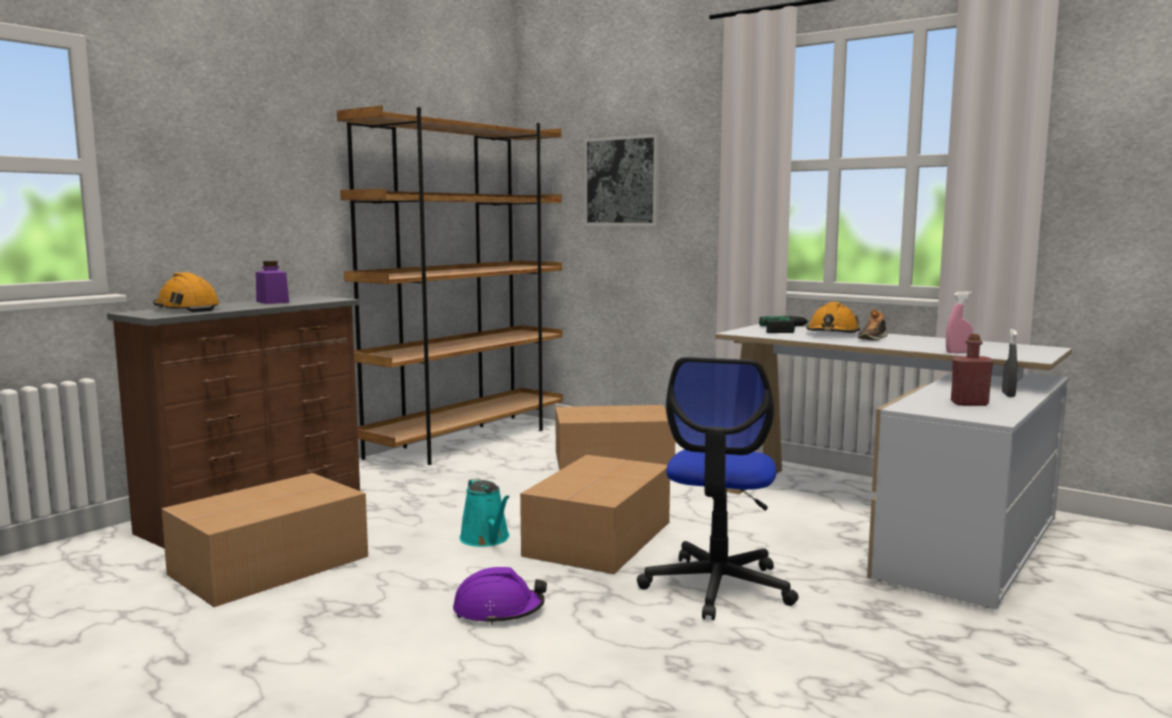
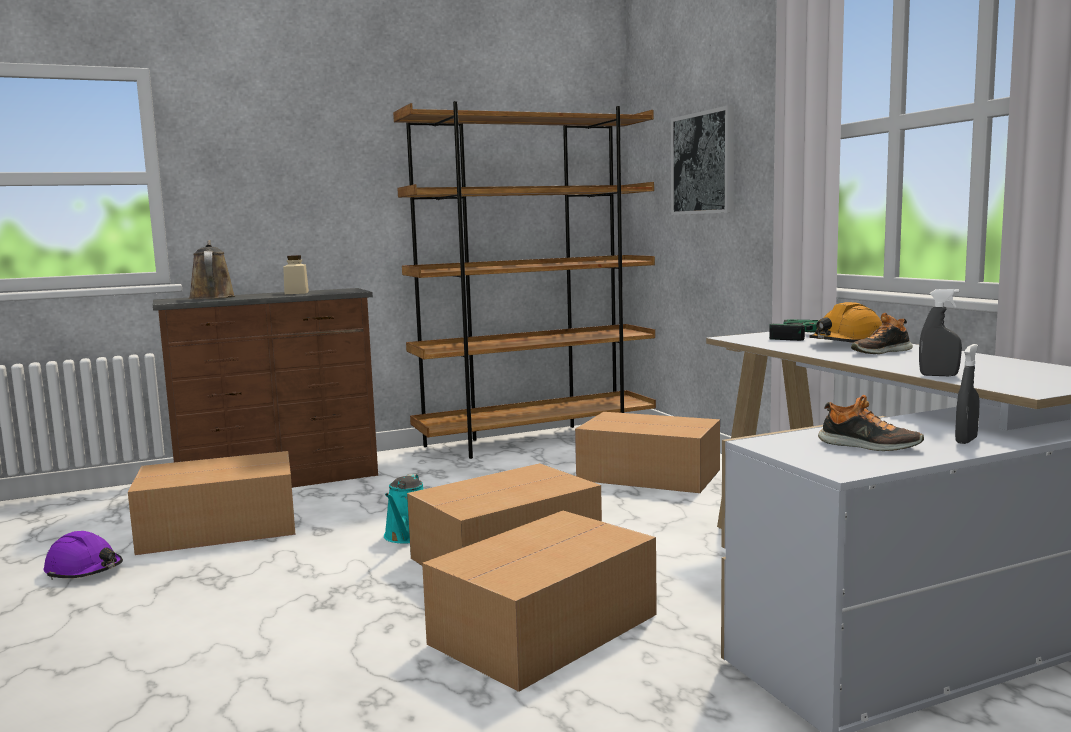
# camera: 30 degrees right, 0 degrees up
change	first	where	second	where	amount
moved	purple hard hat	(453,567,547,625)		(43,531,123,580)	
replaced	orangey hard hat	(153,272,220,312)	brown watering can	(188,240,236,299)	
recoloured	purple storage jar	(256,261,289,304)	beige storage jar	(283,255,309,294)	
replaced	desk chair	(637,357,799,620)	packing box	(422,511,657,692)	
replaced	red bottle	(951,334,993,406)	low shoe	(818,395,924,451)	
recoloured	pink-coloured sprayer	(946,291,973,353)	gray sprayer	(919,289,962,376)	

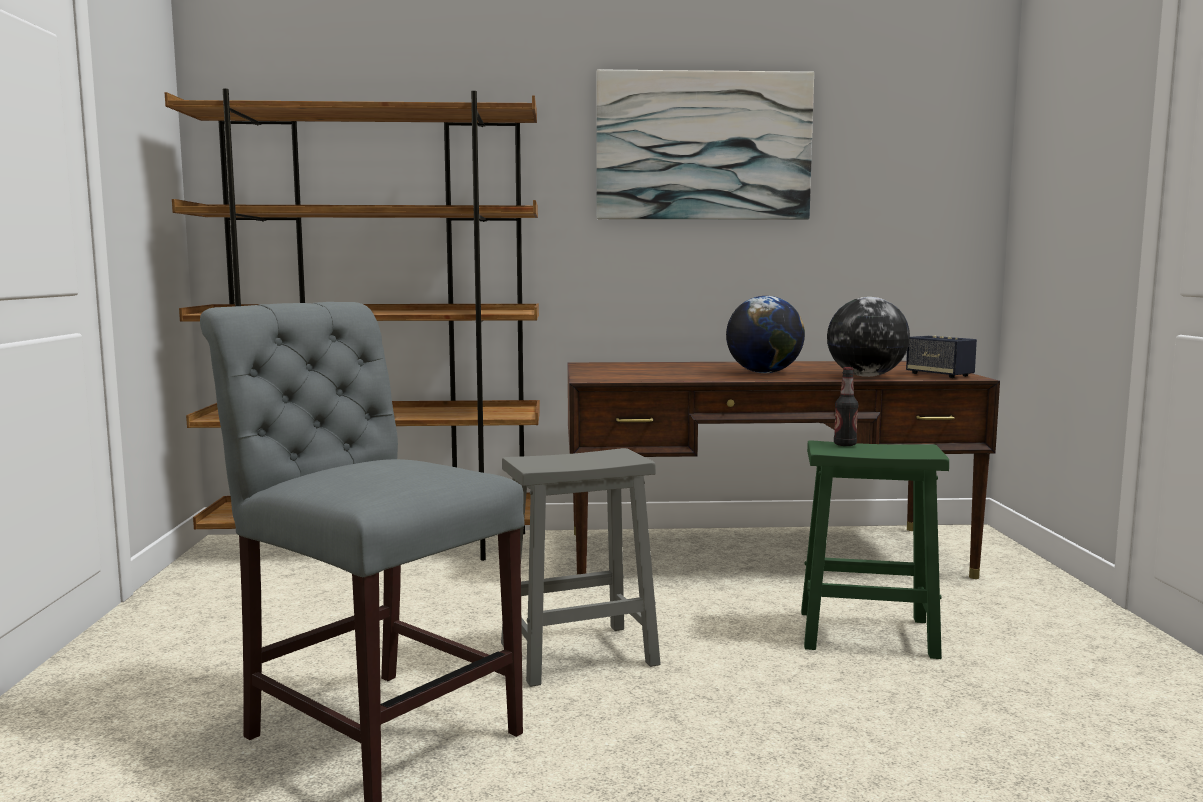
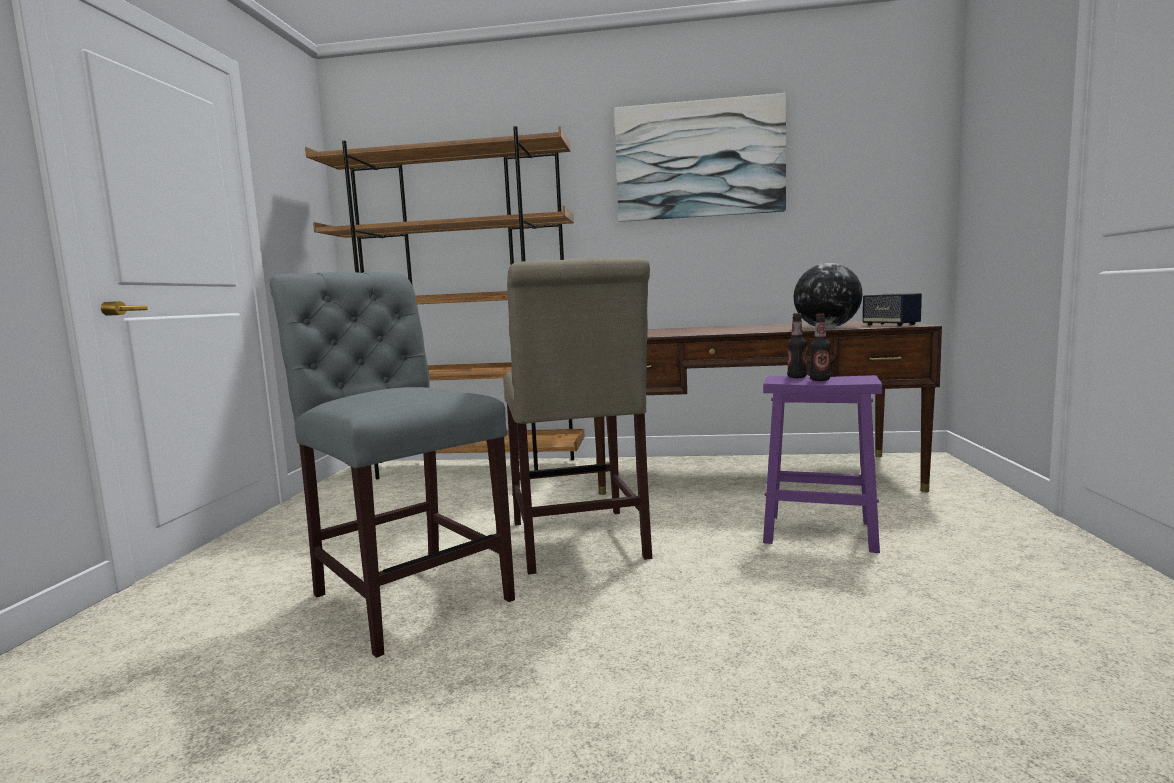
# camera: 10 degrees right, 0 degrees up
change	first	where	second	where	amount
replaced	gray stool	(501,448,661,687)	beige chair	(503,258,652,575)	
recoloured	green-coloured stool	(801,440,949,659)	purple stool	(763,375,882,553)	
added			bottle	(810,314,831,381)	
removed	desk globe	(726,296,805,373)			

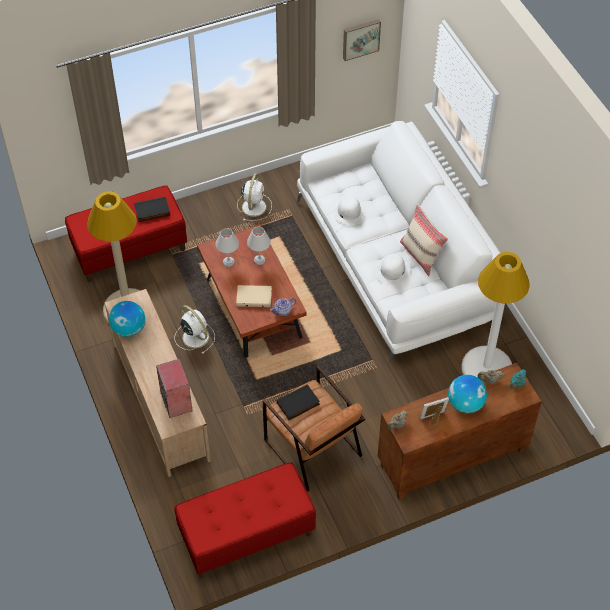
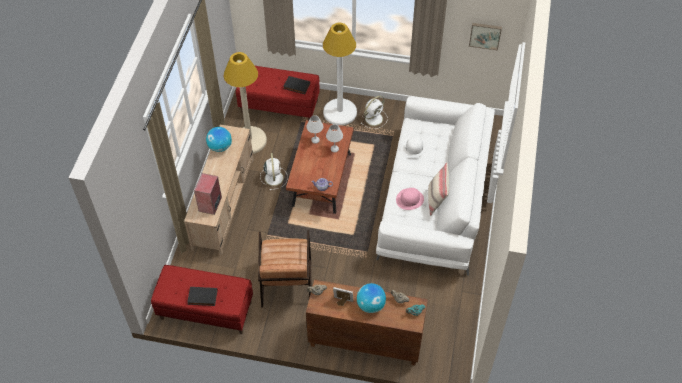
# camera: 35 degrees right, 0 degrees up
change	first	where	second	where	amount
moved	black-coloured volume	(276,384,320,420)		(187,287,218,306)	
moved	whitish standing lamp	(461,252,530,377)		(323,23,357,125)	
recoloured	whitish clothing hat	(375,254,411,286)	pink-coloured clothing hat	(396,188,424,210)	
removed	beige volume	(236,285,272,307)			

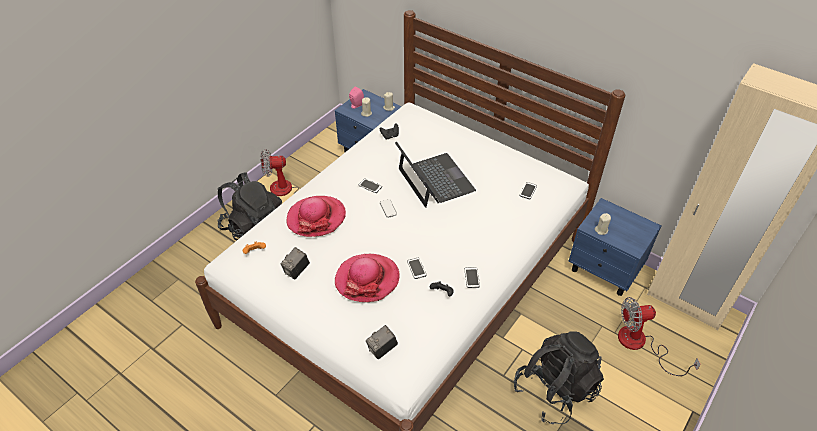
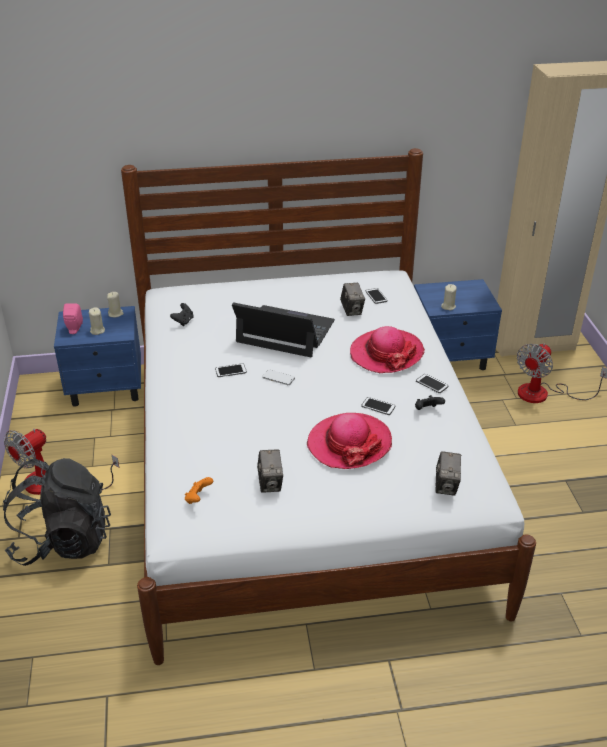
# camera: 45 degrees left, 10 degrees down
change	first	where	second	where	amount
added			still camera	(340,283,365,316)	
moved	clothing hat	(286,196,346,237)		(350,326,425,373)	
removed	black-coloured rucksack	(514,332,604,424)			

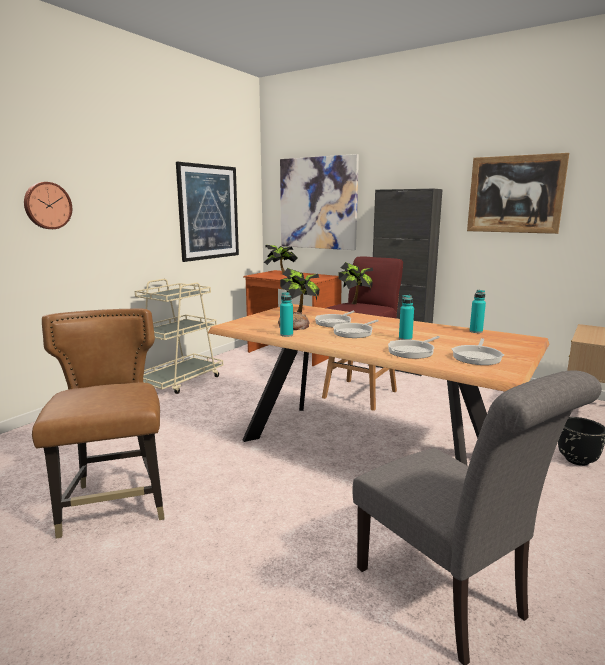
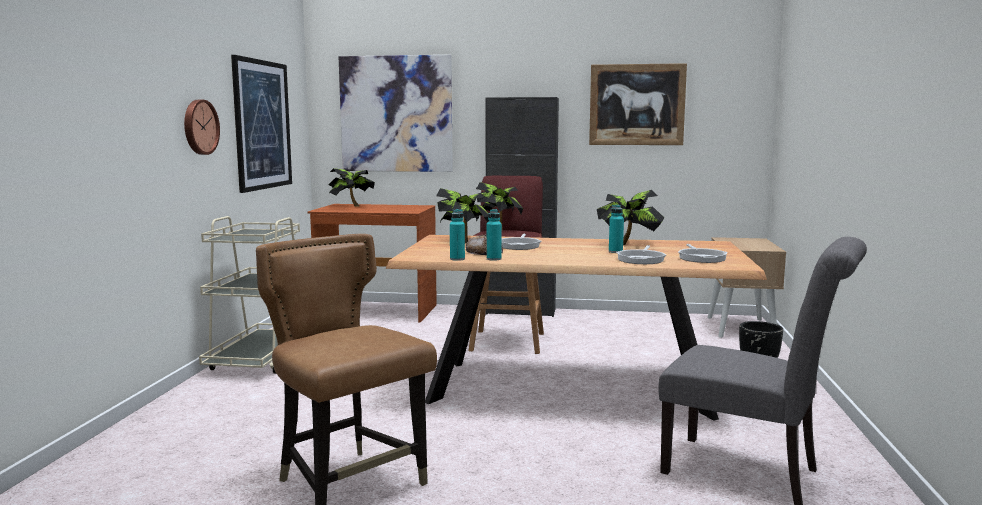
# camera: 25 degrees left, 5 degrees down
change	first	where	second	where	amount
moved	clock on the wall	(24,182,72,229)		(184,100,220,155)	
moved	blue-green bottle	(470,290,486,333)		(450,209,465,261)	
added			houseplant	(597,190,664,245)	
removed	pan	(333,320,379,338)			

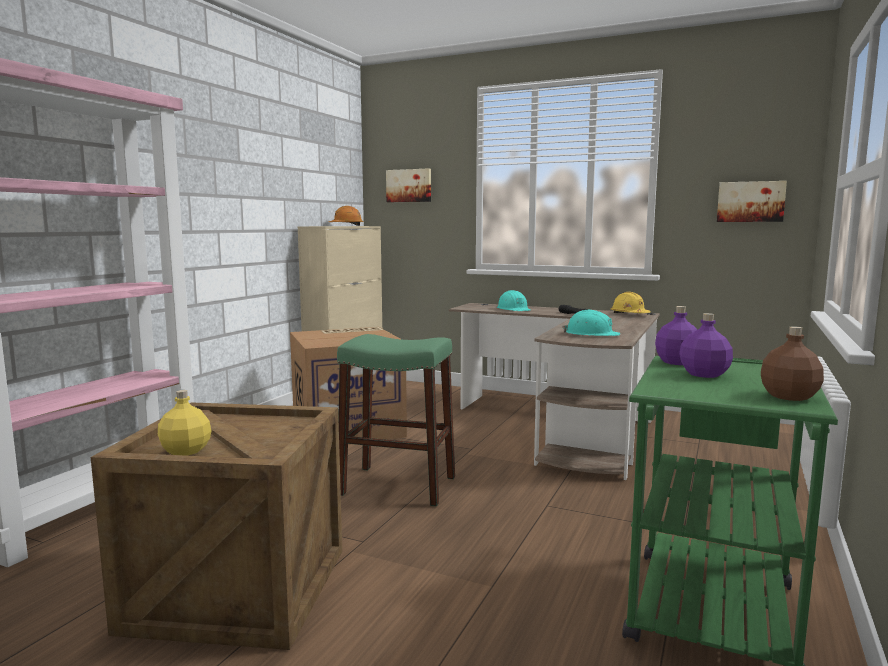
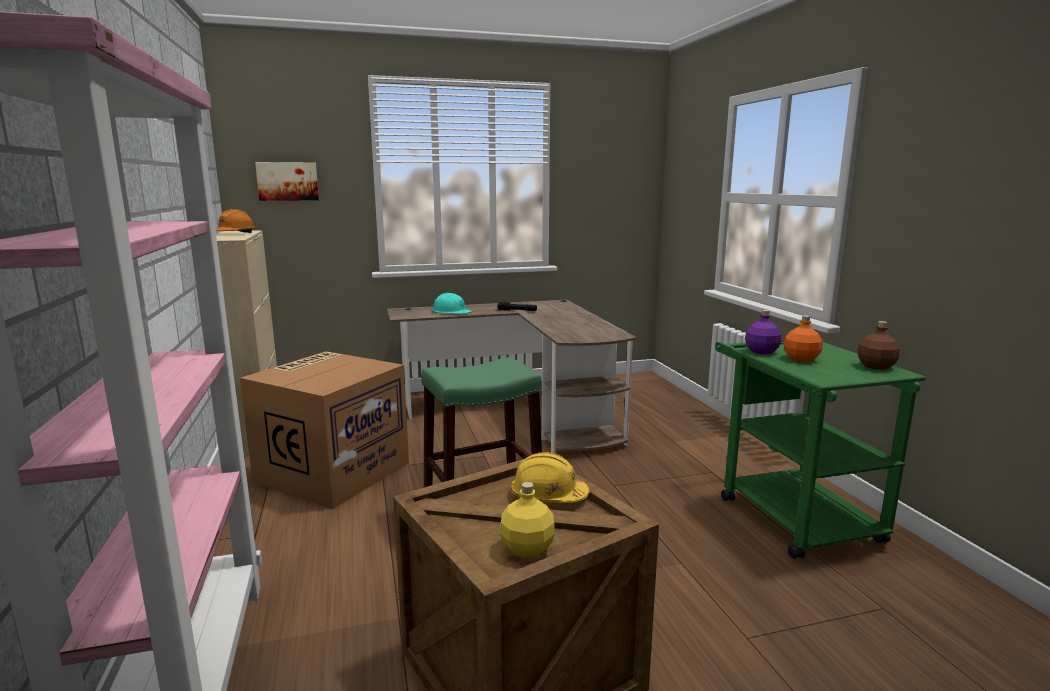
# camera: 40 degrees left, 5 degrees up
change	first	where	second	where	amount
moved	yellow-coloured hard hat	(611,292,650,313)		(510,452,589,503)	
recoloured	purple bottle	(679,313,733,378)	orangey bottle	(783,315,823,362)	
removed	blue-green hard hat	(563,310,621,336)			
removed	picture	(717,181,787,222)			

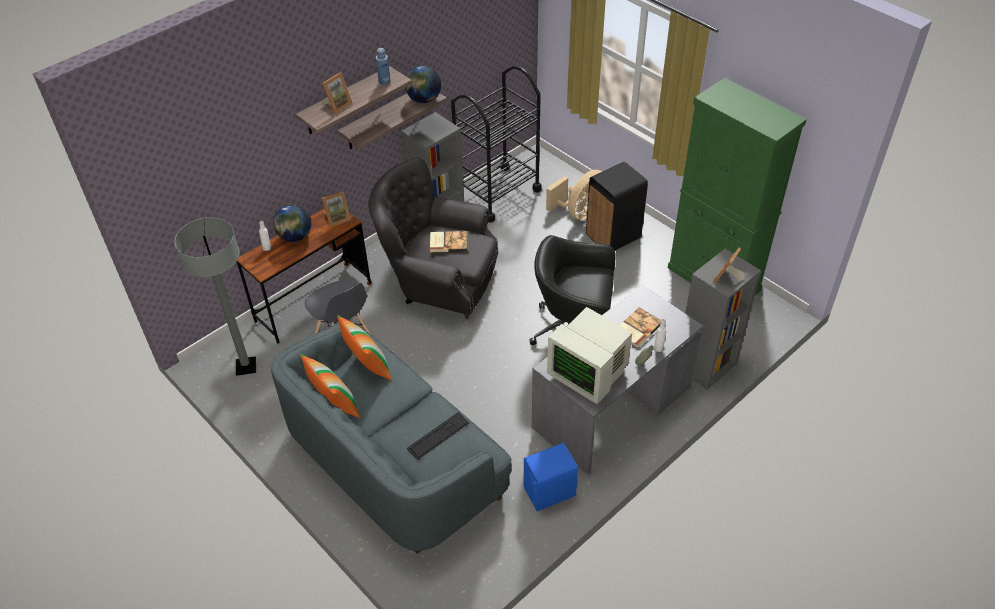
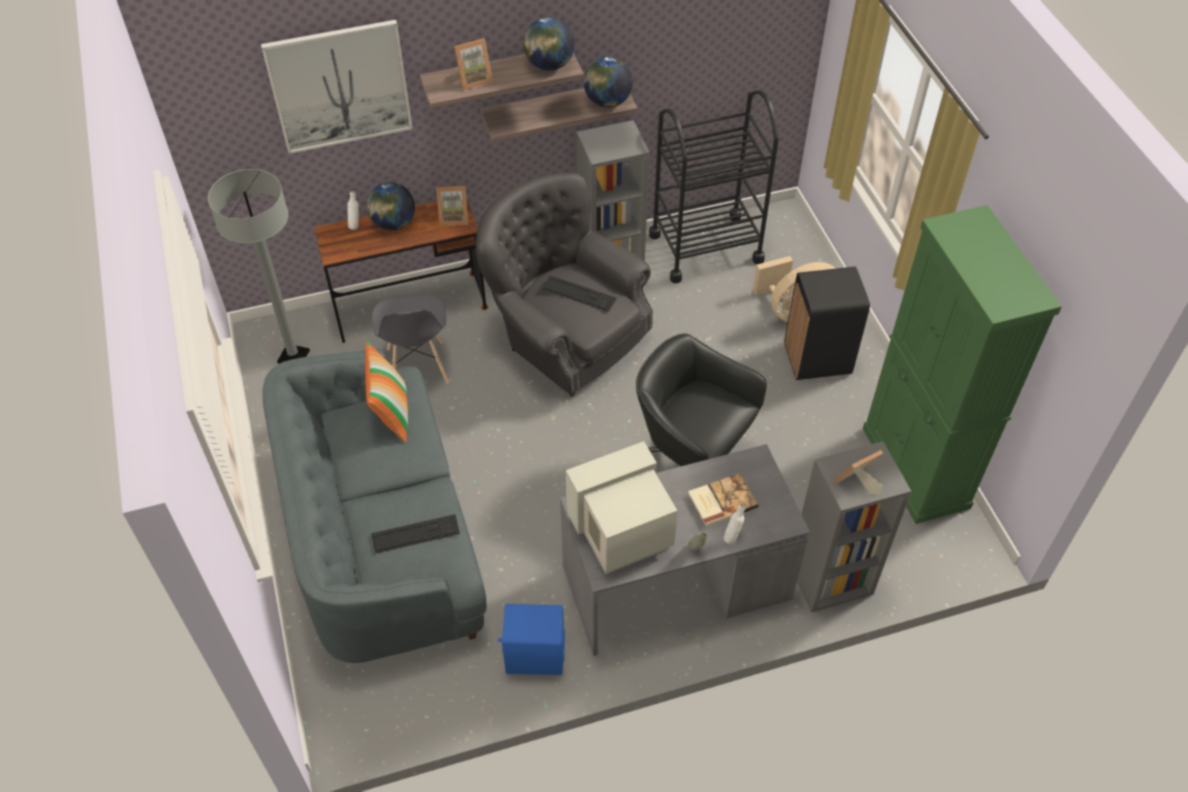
# camera: 25 degrees right, 5 degrees up
change	first	where	second	where	amount
added			picture	(261,20,413,154)	
replaced	bluish bottle	(376,48,390,85)	desk globe	(523,17,575,71)	
replaced	volume	(430,231,467,252)	PC keyboard	(542,275,616,312)	
turned	computer screen	(547,307,632,404)		(566,441,678,574)	90 degrees clockwise
removed	throw pillow	(300,354,360,418)			

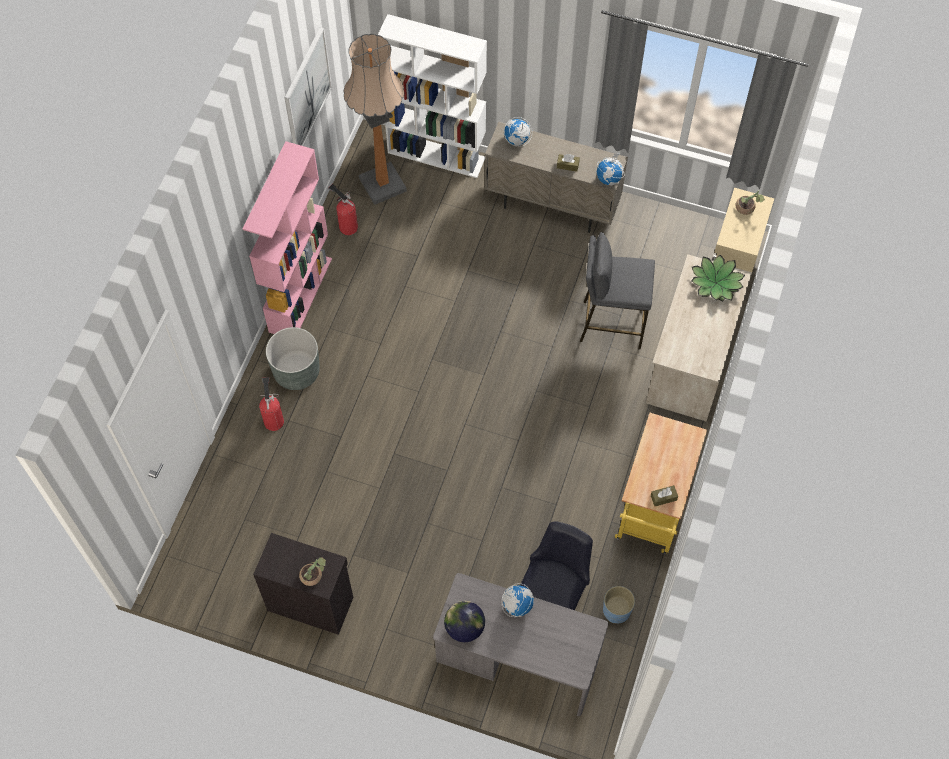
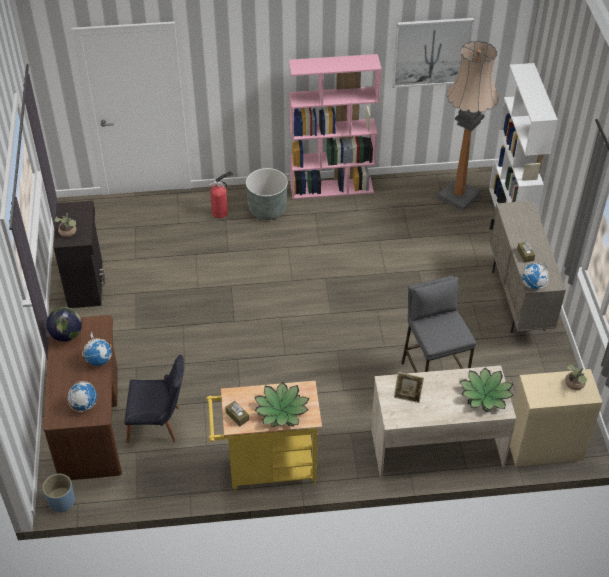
# camera: 65 degrees right, 15 degrees down
change	first	where	second	where	amount
moved	bluish flower pot	(603,586,635,623)		(42,474,75,513)	
recoloured	gray desk unit	(433,573,608,716)	brown desk unit	(43,315,122,480)	
moved	desk globe	(504,117,532,147)		(68,381,97,412)	
added			houseplant	(254,382,310,427)	
added			standing frame	(394,372,424,403)	
removed	extinguisher	(328,184,358,235)			

